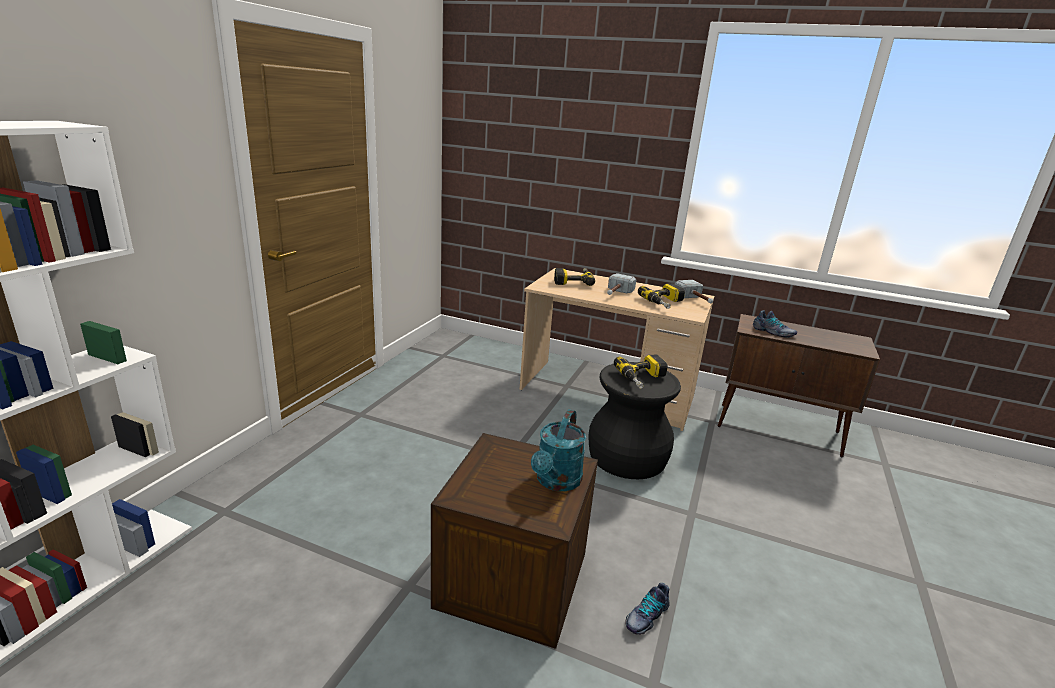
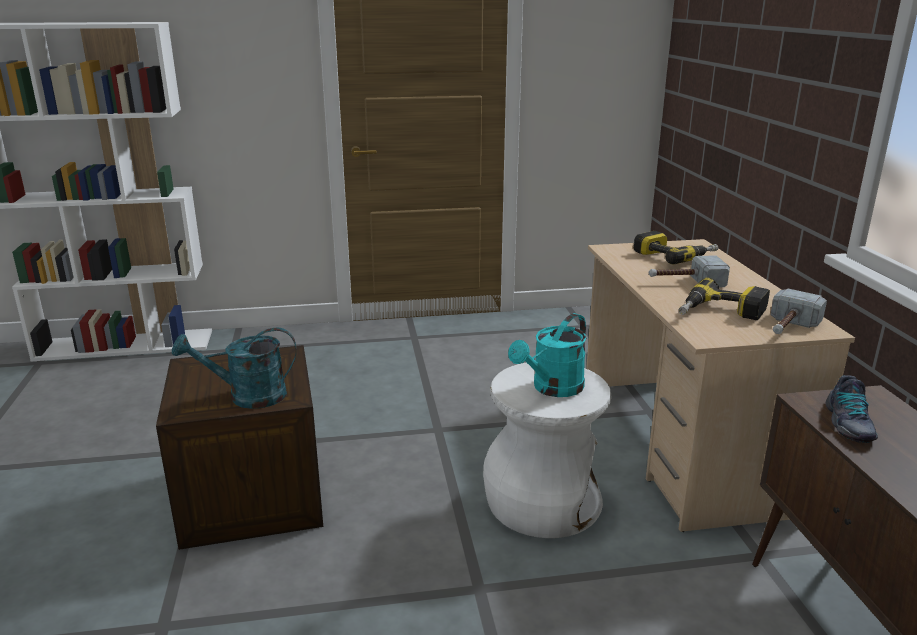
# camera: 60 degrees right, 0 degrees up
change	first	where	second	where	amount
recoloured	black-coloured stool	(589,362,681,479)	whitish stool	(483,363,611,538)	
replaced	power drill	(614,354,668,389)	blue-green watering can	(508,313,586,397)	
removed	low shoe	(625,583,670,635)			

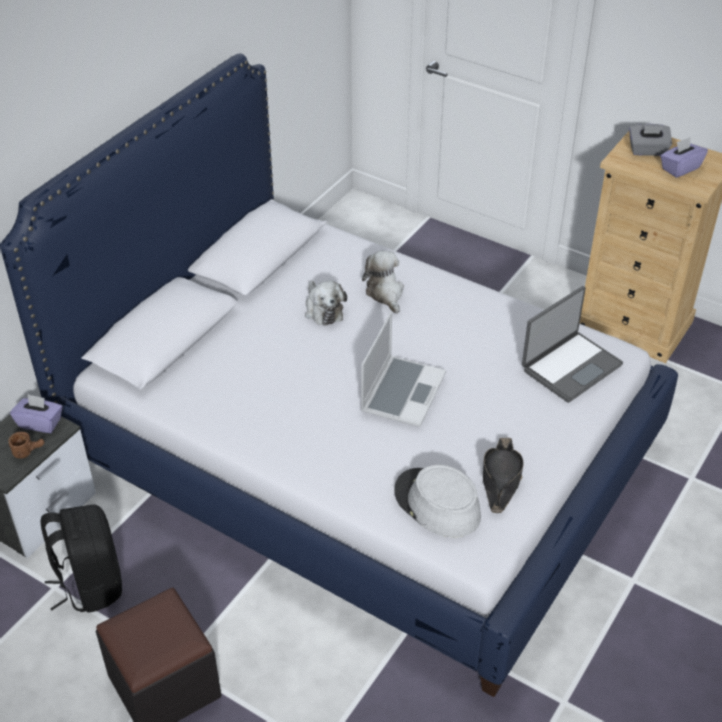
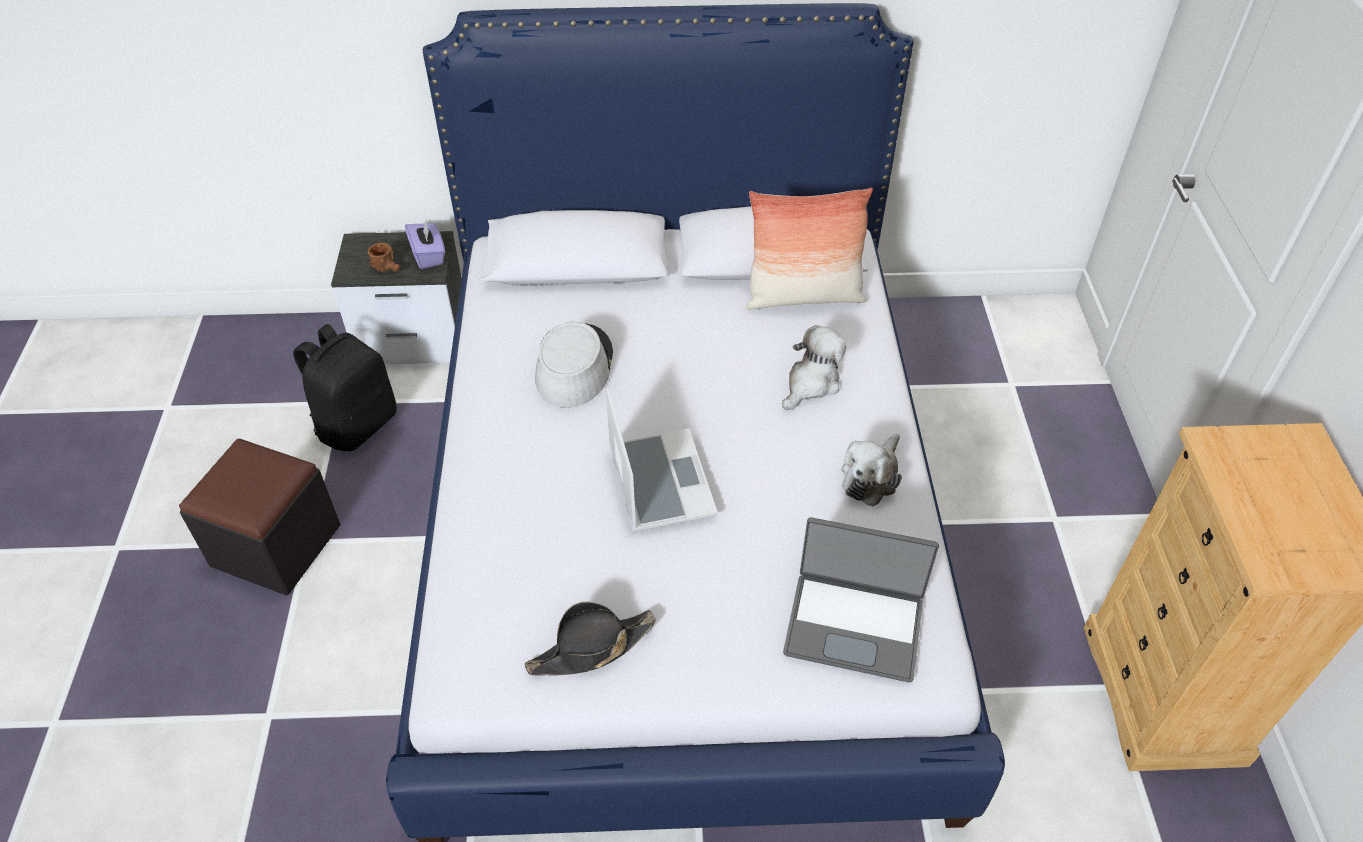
# camera: 55 degrees right, 5 degrees up
change	first	where	second	where	amount
moved	gray clothing hat	(394,465,481,537)		(535,322,613,408)	
turned	notebook computer	(361,311,446,427)		(606,388,718,532)	90 degrees counterclockwise
added			throw pillow	(745,188,873,310)	
moved	plush toy	(305,281,347,326)		(842,434,902,507)	
removed	gray box of tissues	(629,124,672,156)			
removed	purple box of tissues	(660,137,708,178)			

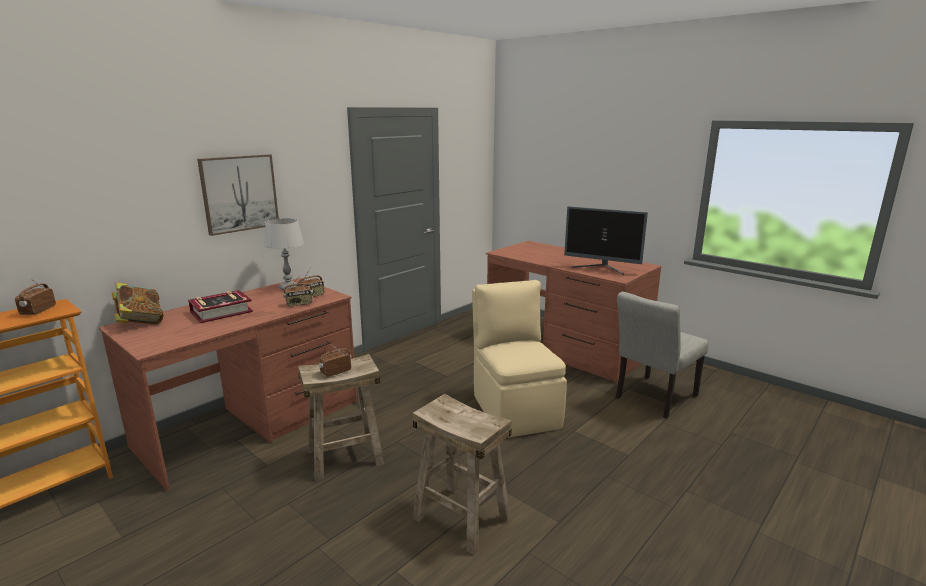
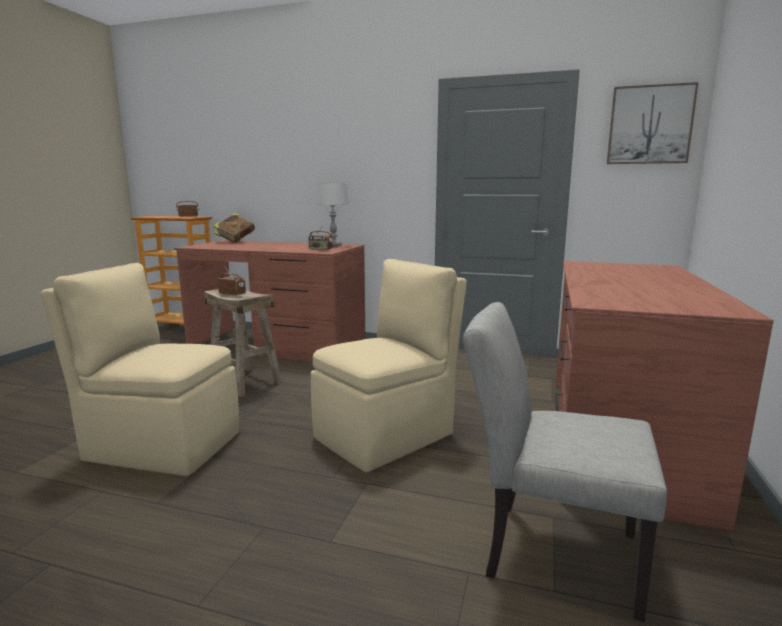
# camera: 65 degrees right, 5 degrees down
change	first	where	second	where	amount
replaced	beige stool	(413,394,512,555)	beige chair	(41,263,239,476)	
moved	picture	(197,154,279,236)		(607,82,699,164)	
removed	volume	(188,290,253,323)			
removed	radio	(283,274,313,306)			
removed	computer screen	(564,206,648,275)			

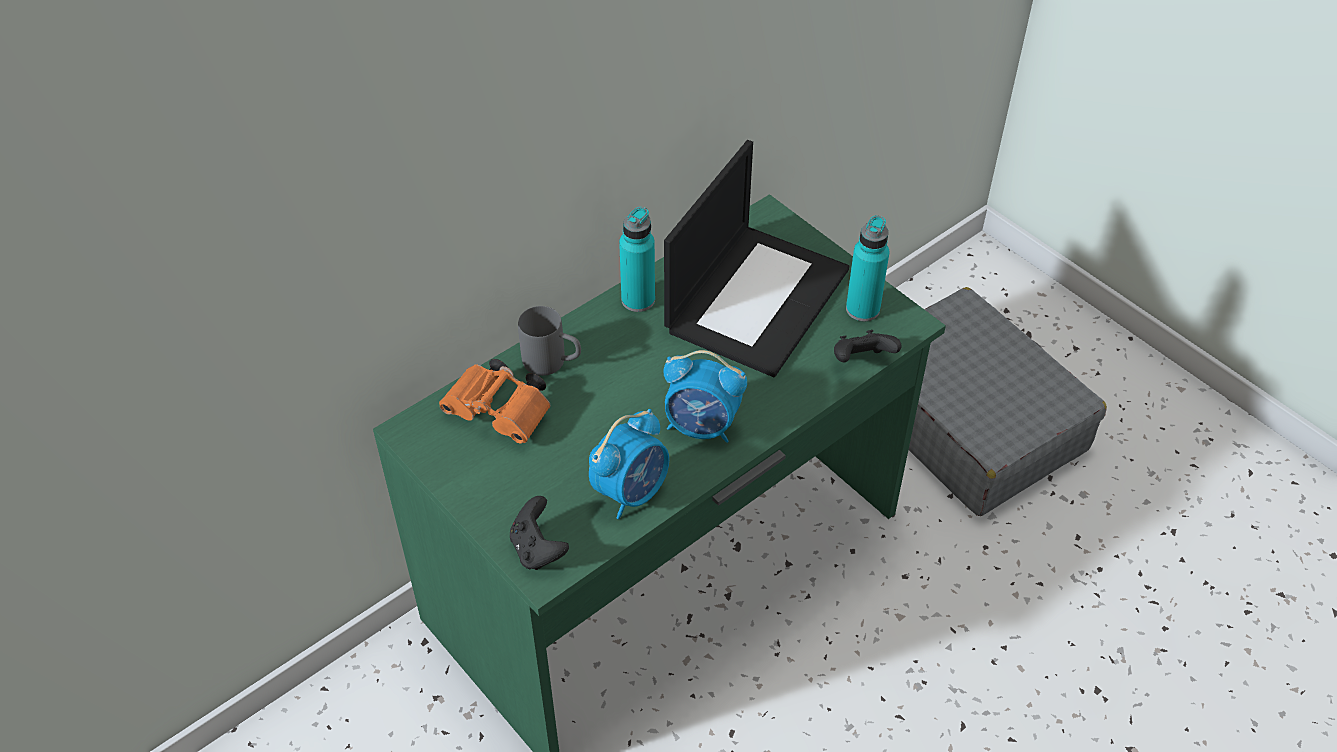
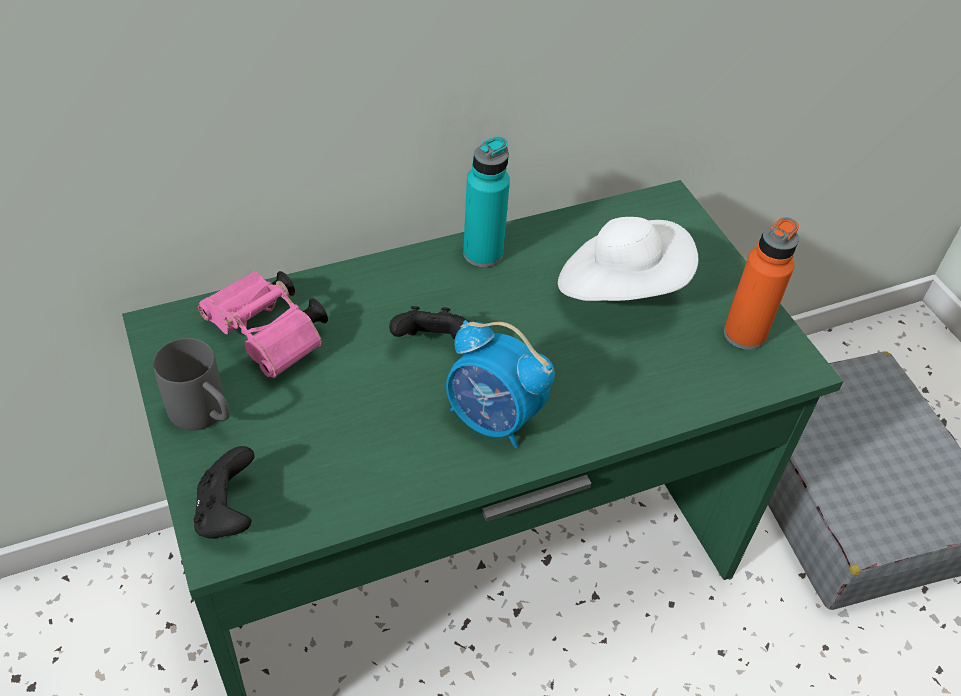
# camera: 15 degrees right, 0 degrees up
change	first	where	second	where	amount
moved	gray coffee mug	(518,306,581,376)		(153,338,230,431)	
recoloured	orangey binoculars	(439,359,551,444)	pink-coloured binoculars	(198,271,328,378)	
moved	black-coloured game controller	(834,330,902,362)		(389,306,470,339)	
replaced	notebook computer	(664,140,849,377)	whitish clothing hat	(558,217,699,301)	
recoloured	blue-green bottle	(846,216,889,321)	orangey bottle	(724,217,799,350)	
removed	table clock	(589,409,669,519)			

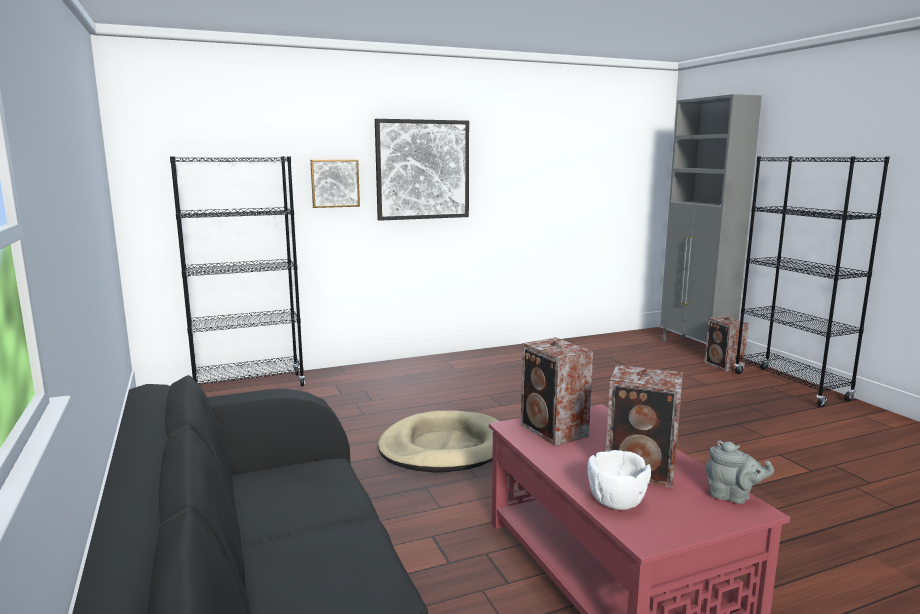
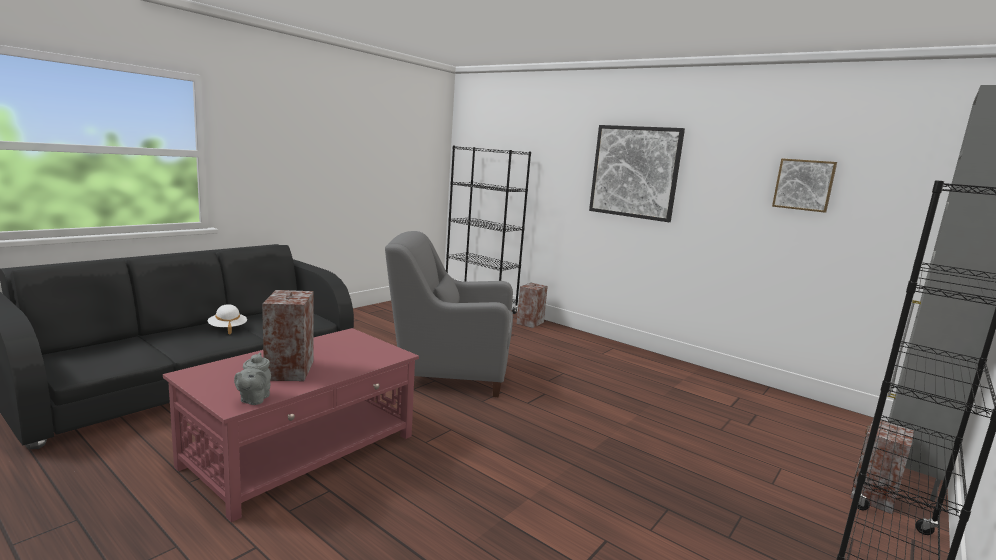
# camera: 60 degrees right, 0 degrees up
change	first	where	second	where	amount
added			whitish clothing hat	(208,304,247,335)	
replaced	beige dog bed	(378,411,500,472)	gray armchair	(385,231,513,397)	
moved	audio speaker	(521,337,593,446)		(517,283,548,328)	
moved	picture	(310,160,360,208)		(772,158,837,213)	
removed	whitish bowl	(587,450,651,510)			

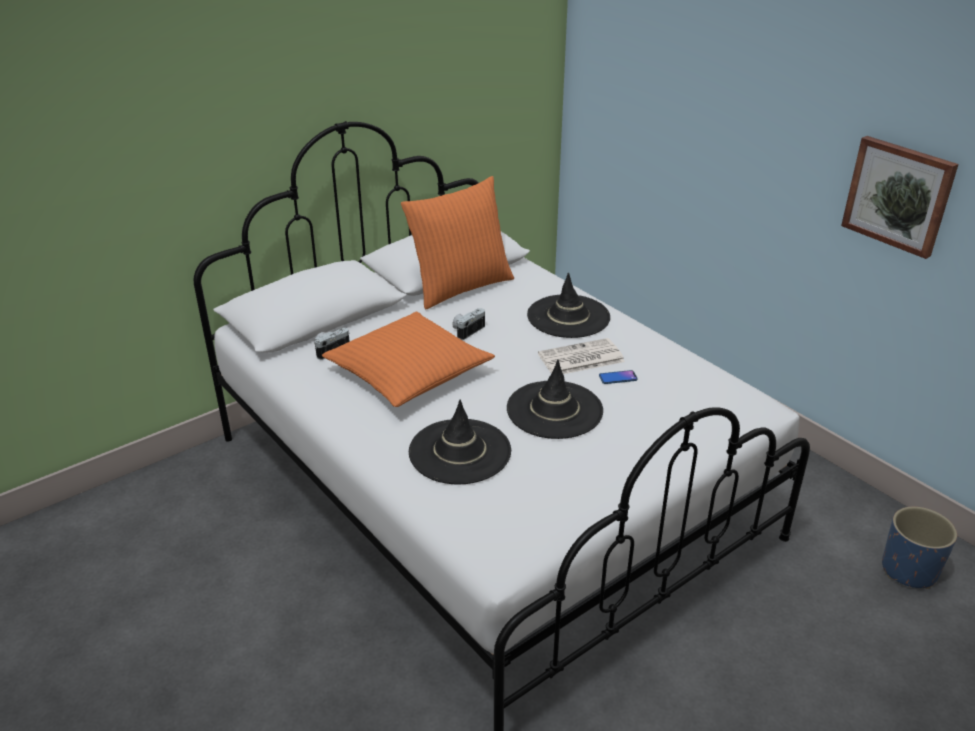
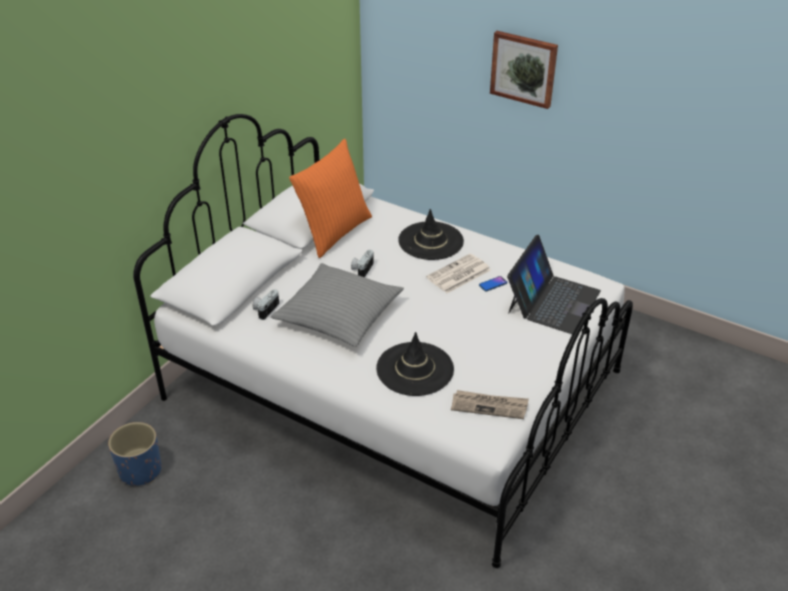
# camera: 20 degrees left, 5 degrees up
change	first	where	second	where	amount
moved	bluish flower pot	(882,507,957,589)		(108,422,161,486)	
recoloured	orangey throw pillow	(322,312,495,407)	gray throw pillow	(271,263,404,347)	
added			daily paper	(451,390,529,419)	
moved	picture	(841,136,959,259)		(490,31,558,109)	
added			notebook computer	(507,235,601,334)	
removed	black-coloured clothing hat	(507,360,603,439)			

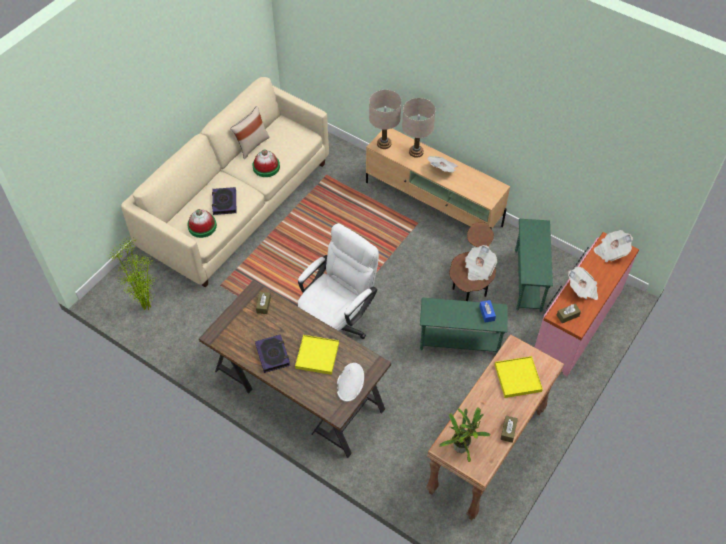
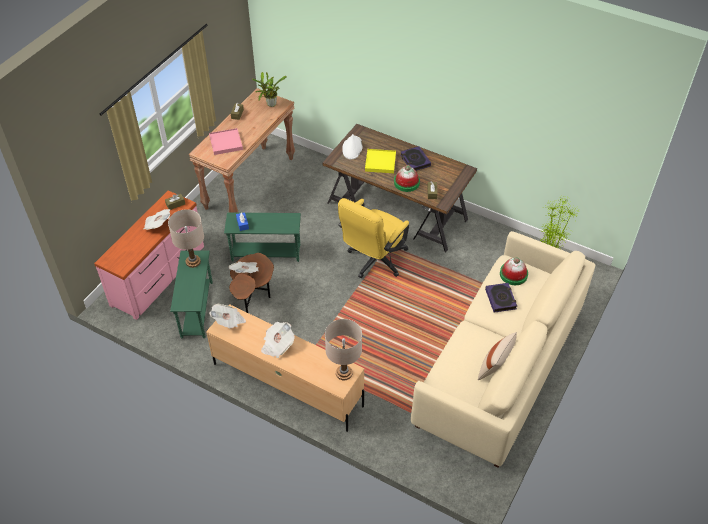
# camera: 175 degrees right, 5 degrees down
change	first	where	second	where	amount
moved	beige tabletop lamp	(402,98,436,158)		(168,209,204,268)	
recoloured	yellow-coloured carrying tray	(495,356,543,398)	pink-coloured carrying tray	(209,128,243,155)	
moved	daily paper	(594,230,633,262)		(209,304,246,329)	
recoloured	whitish desk chair	(298,223,379,339)	yellow-coloured desk chair	(338,198,409,278)	
moved	clothing hat	(253,149,280,177)		(394,165,420,192)	

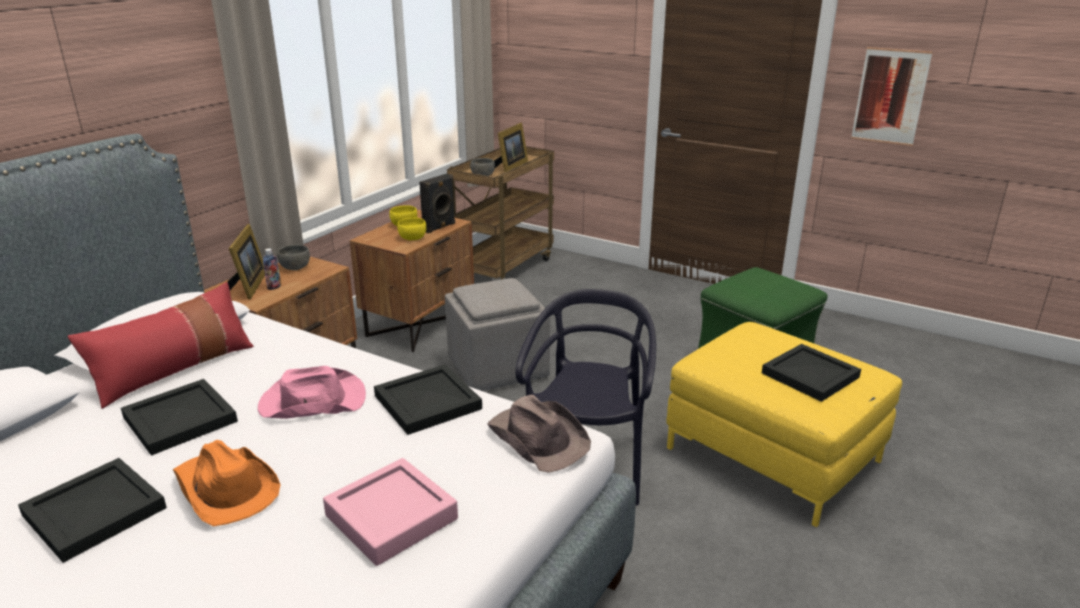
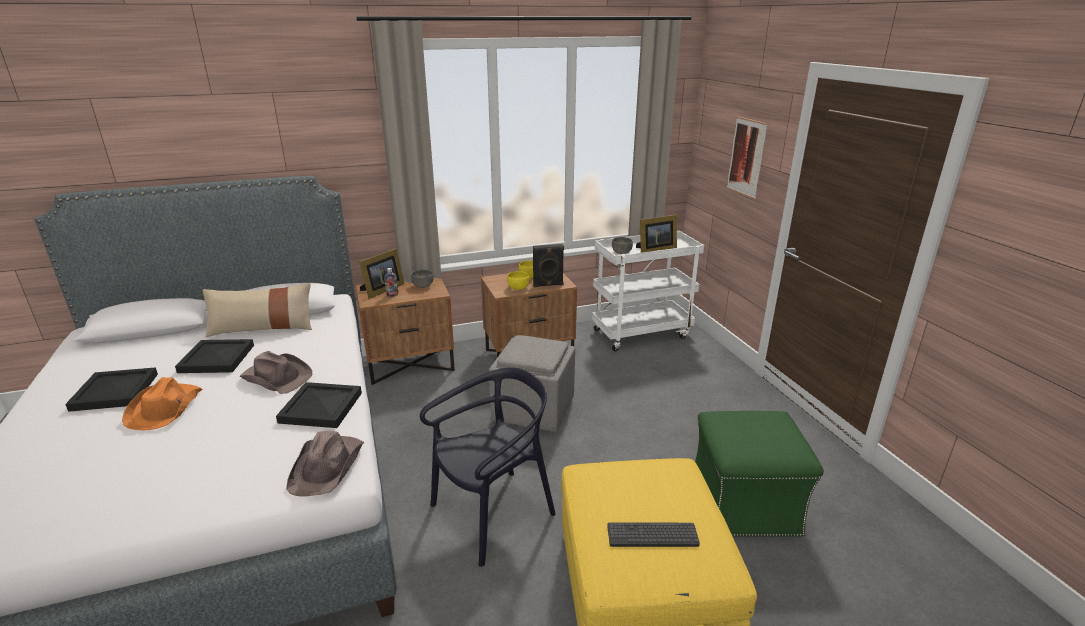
# camera: 40 degrees right, 0 degrees up
change	first	where	second	where	amount
recoloured	red throw pillow	(67,282,254,409)	beige throw pillow	(203,283,312,337)	
recoloured	pink-coloured clothing hat	(258,366,366,419)	brown clothing hat	(239,351,312,394)	
recoloured	brown wheeled cart	(447,146,554,280)	whitish wheeled cart	(592,231,704,351)	
replaced	black-coloured carrying tray	(762,344,861,402)	PC keyboard	(607,523,700,547)	
moved	picture	(851,47,933,146)		(727,116,768,199)	
removed	pink-coloured carrying tray	(323,458,458,566)			

